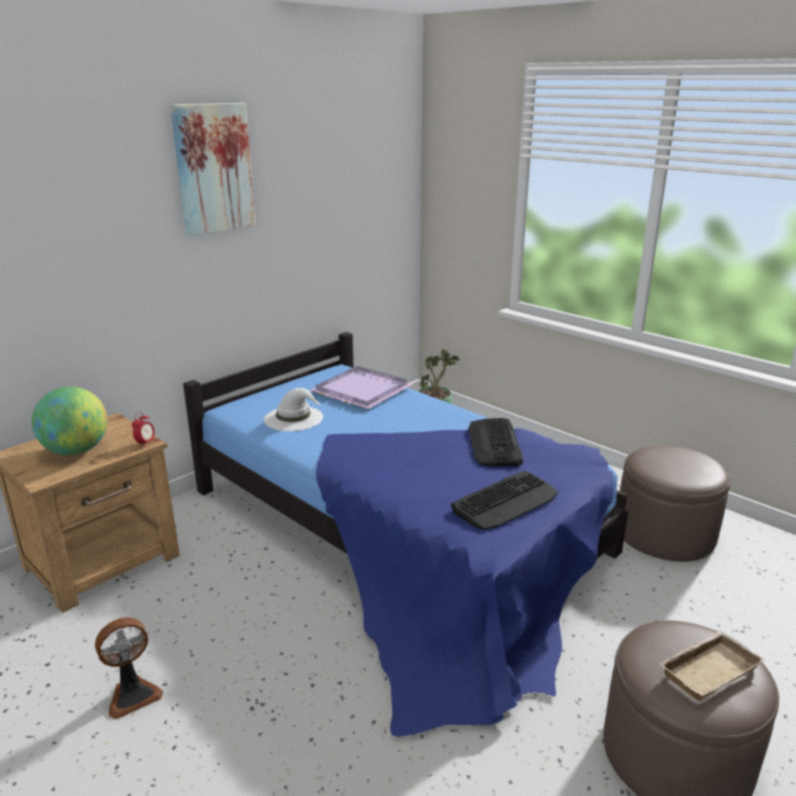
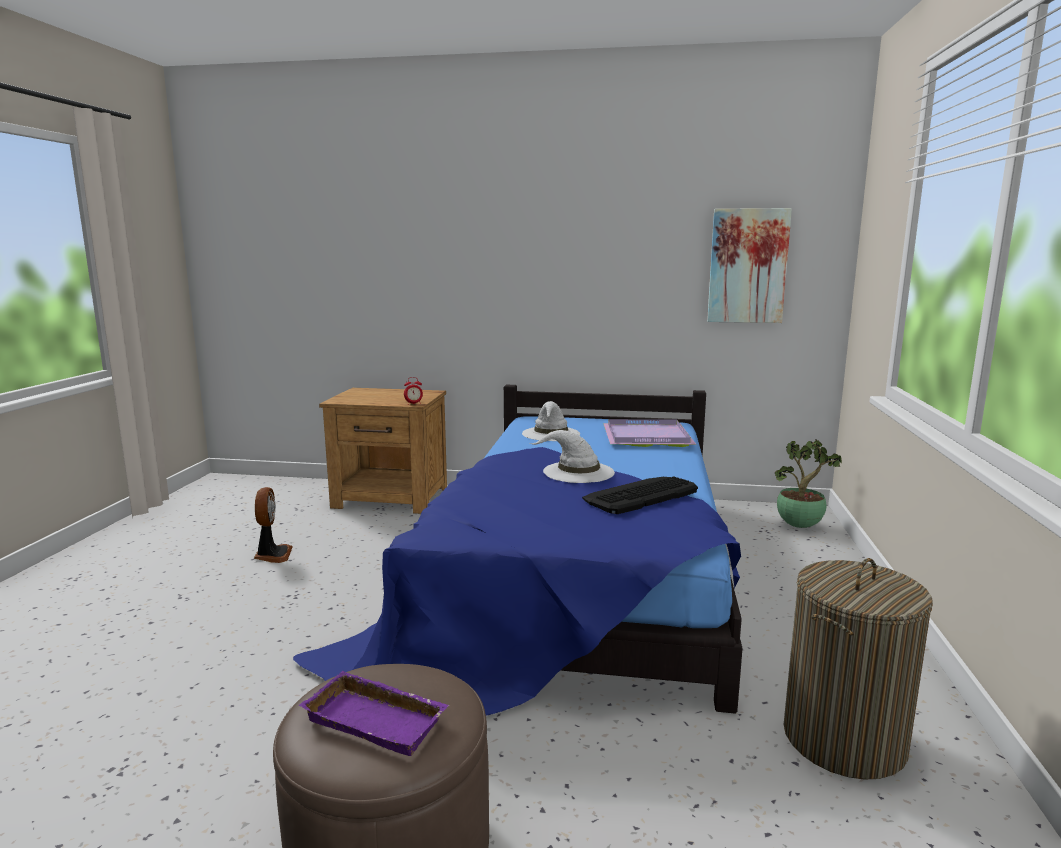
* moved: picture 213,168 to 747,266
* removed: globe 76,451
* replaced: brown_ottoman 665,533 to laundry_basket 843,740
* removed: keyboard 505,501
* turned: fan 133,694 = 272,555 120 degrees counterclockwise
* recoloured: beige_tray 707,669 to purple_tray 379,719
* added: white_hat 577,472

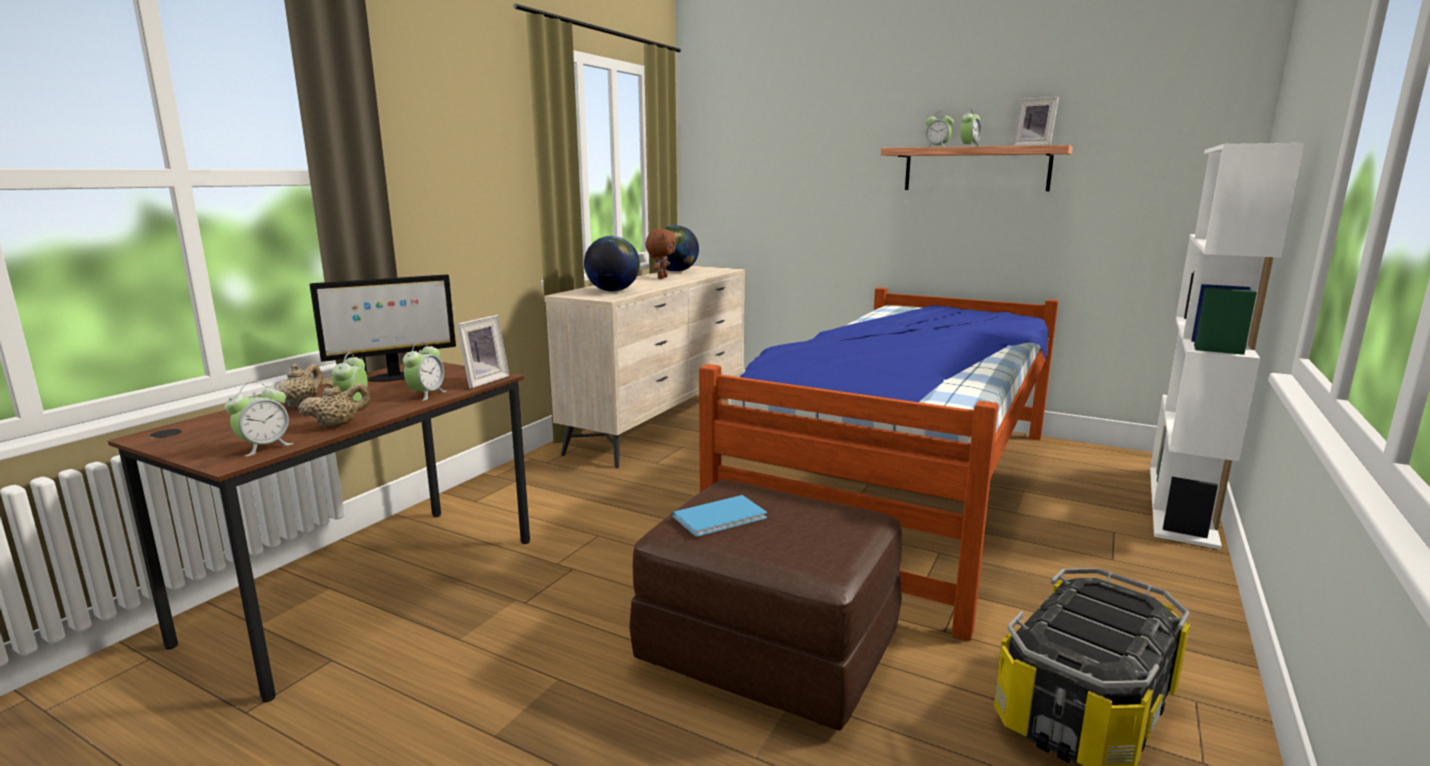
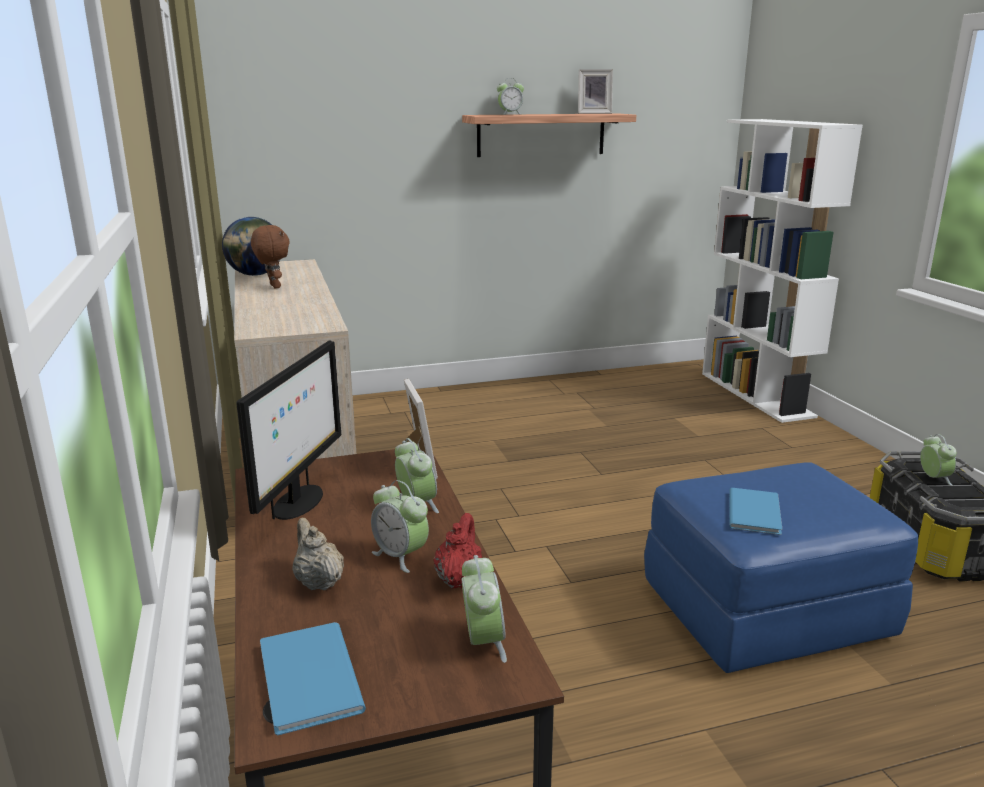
* moved: alarm_clock 969,146 to 933,478
* removed: globe 612,291
* removed: bed 901,488
* recoloured: beige_teapot 338,425 to red_teapot 459,579
* recoloured: brown_ottoman 771,648 to blue_ottoman 765,610
* added: blue_book 306,681

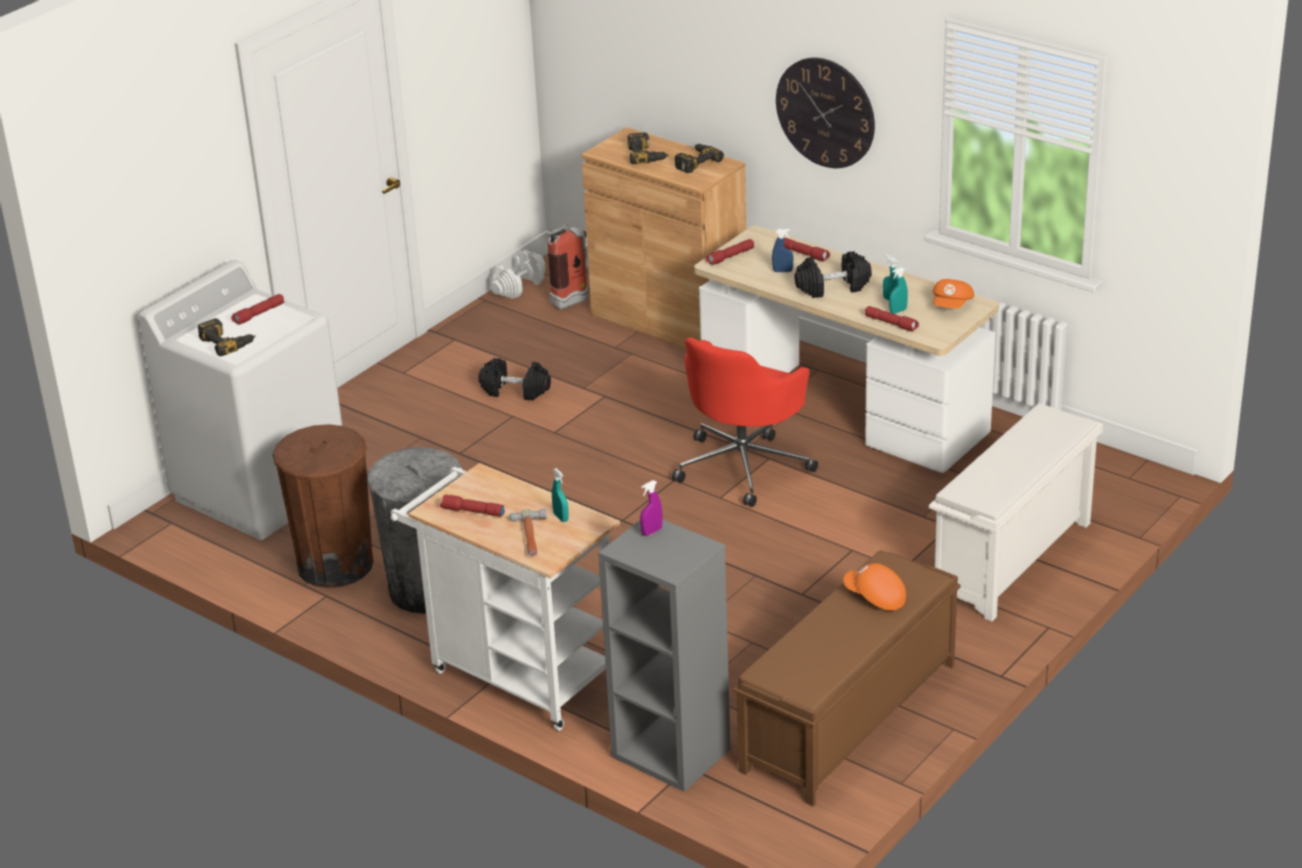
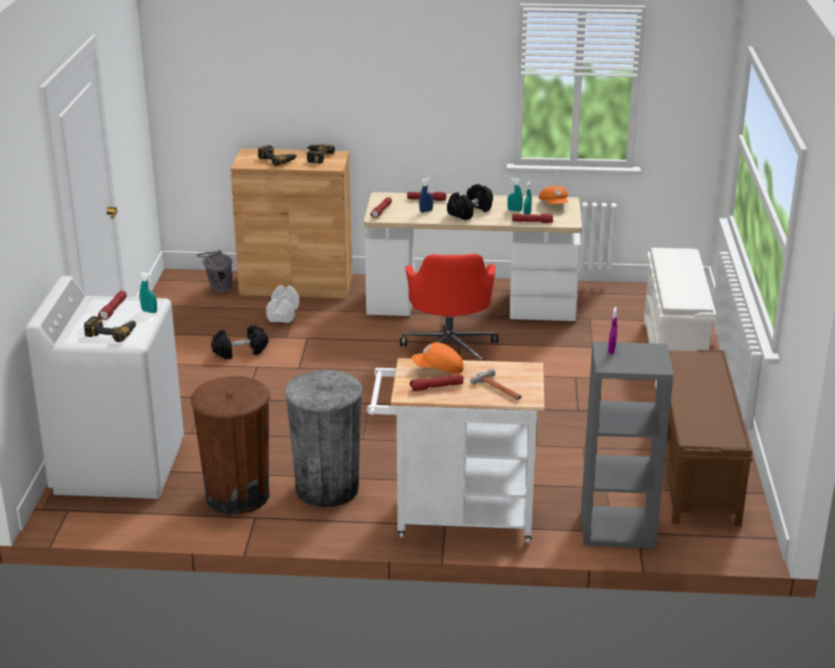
* removed: wall_clock 825,112
* replaced: fire_extinguisher 576,300 to grey_bucket 218,289
* moved: white_dumbbell 518,286 to 283,314
* moved: turquoise_spray_bottle 561,517 to 149,311
* moved: orange_cap 875,598 to 439,370

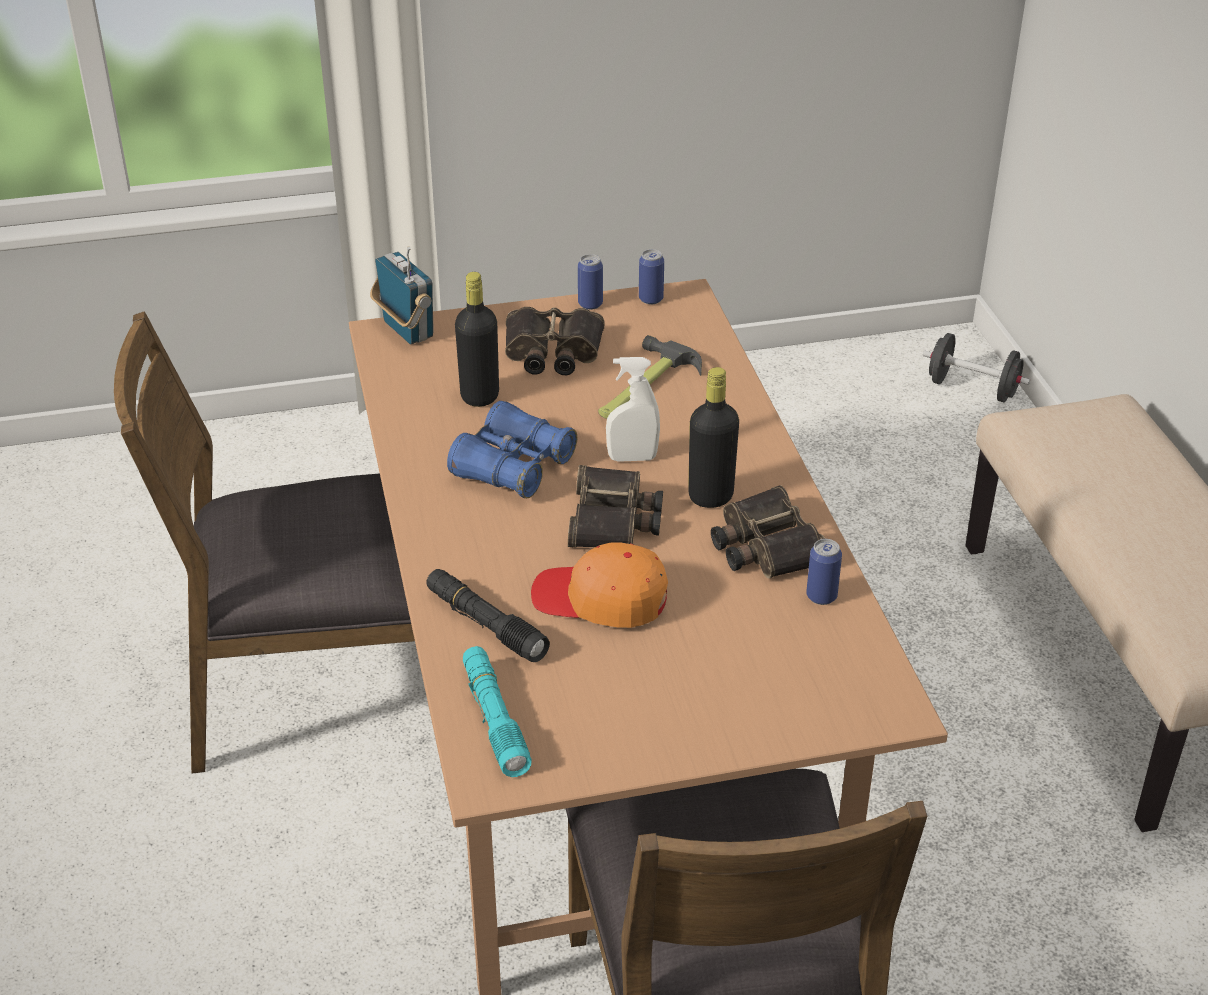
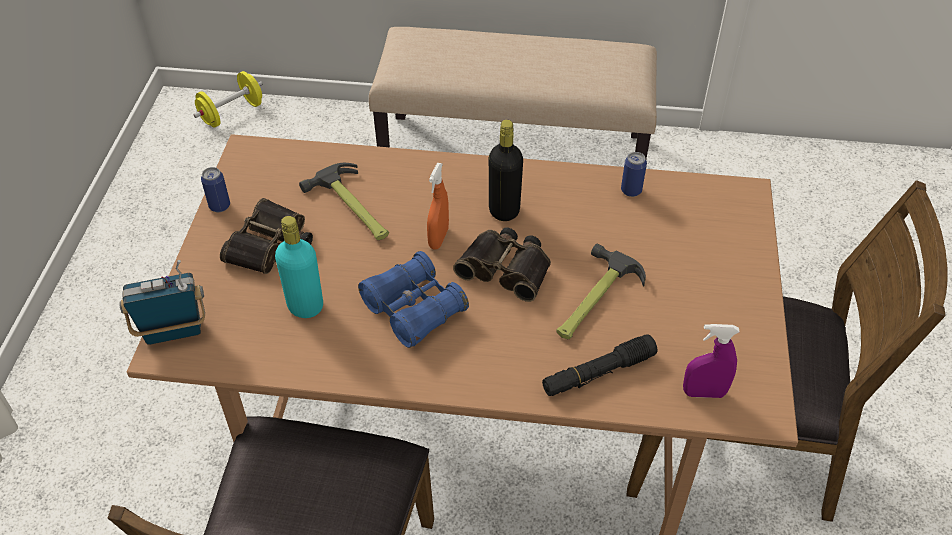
* removed: can 651,299
* recoloured: black_bottle 480,396 to turquoise_bottle 305,306
* recoloured: black_dumbbell 972,388 to yellow_dumbbell 232,113
* recoloured: white_spray_bottle 632,458 to orange_spray_bottle 438,238
* removed: binoculars 764,546
* replaced: orange_cap 601,599 to hammer 593,300
* replaced: turquoise_flashlight 495,719 to purple_spray_bottle 704,393

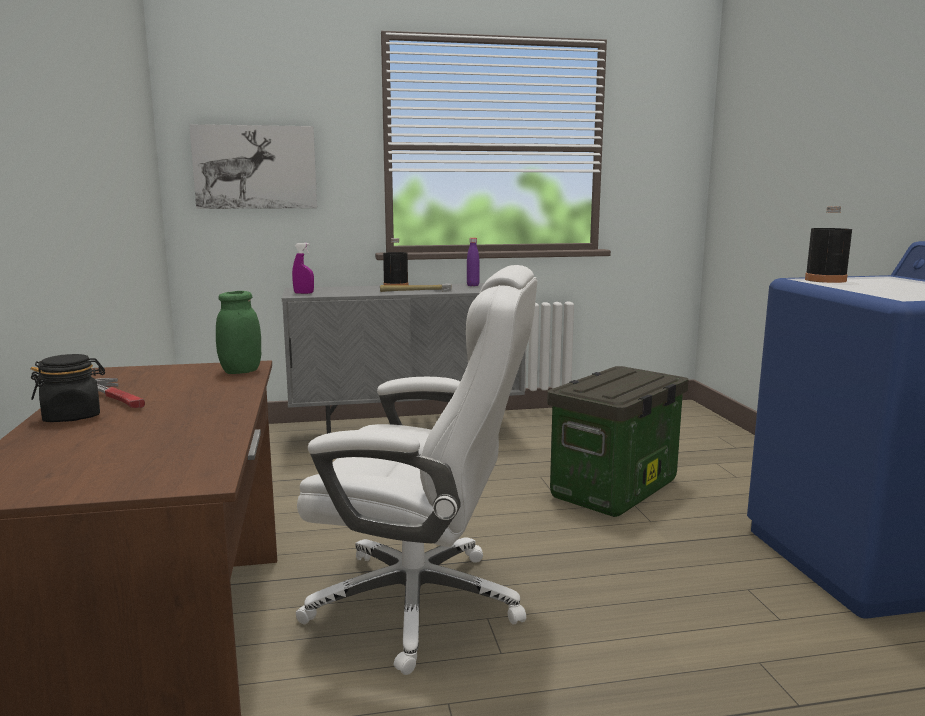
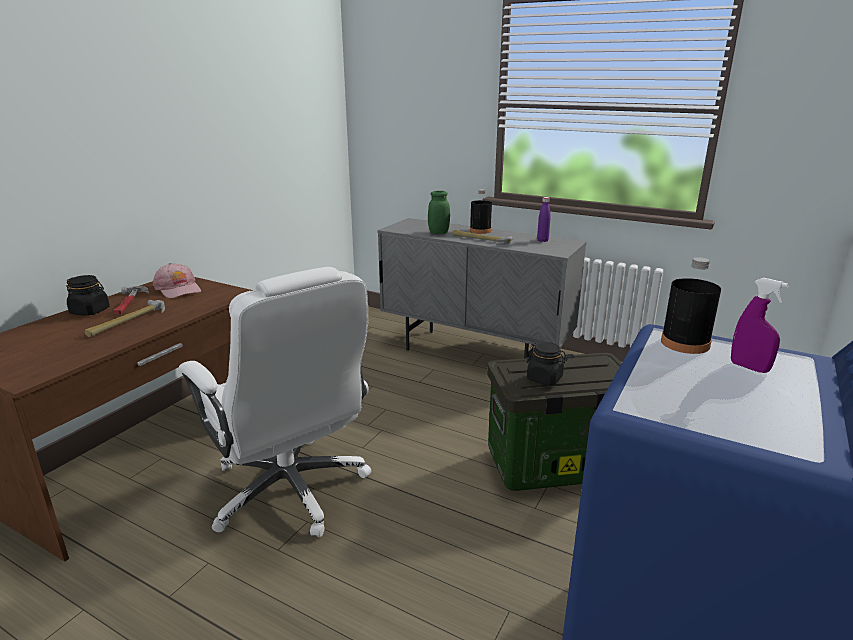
* removed: picture 255,167
* moved: purple_spray_bottle 303,293 to 749,367
* moved: green_jar 241,371 to 438,232
* added: pink_cap 178,289
* added: hammer 127,321
* added: black_jar 545,378

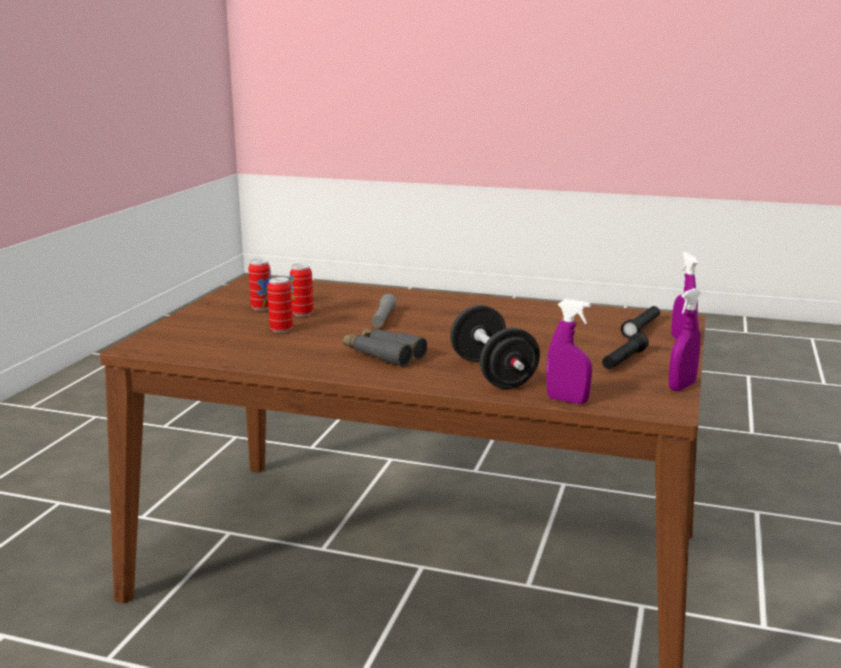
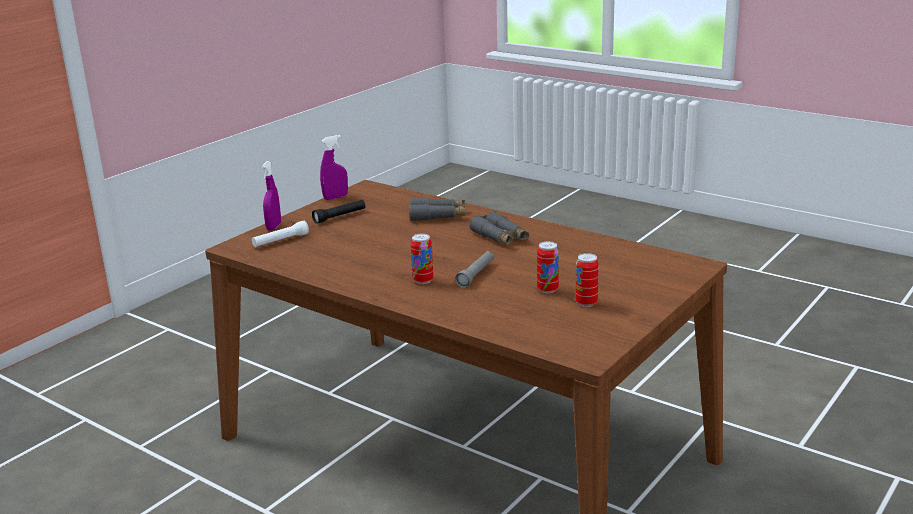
* moved: can 281,330 to 423,280
* removed: purple_spray_bottle 567,400
* replaced: black_dumbbell 492,373 to grey_binoculars 437,216
* recoloured: black_flashlight 641,328 to white_flashlight 280,241

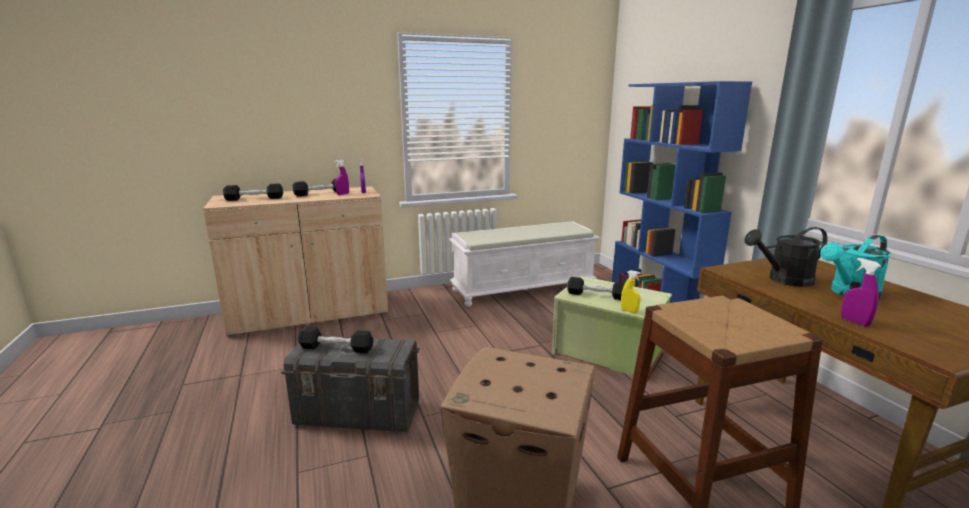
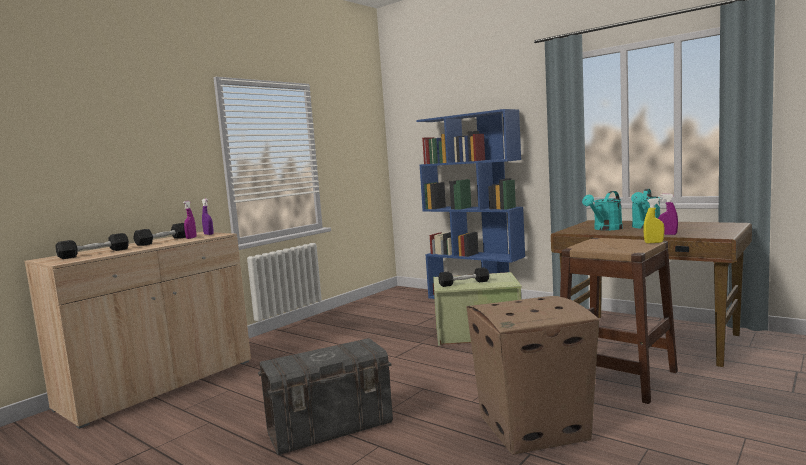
* removed: white_bench 523,288
* recoloured: black_watering_can 784,280 to turquoise_watering_can 605,229
* moved: yellow_spray_bottle 629,311 to 654,242
* removed: black_dumbbell 336,348

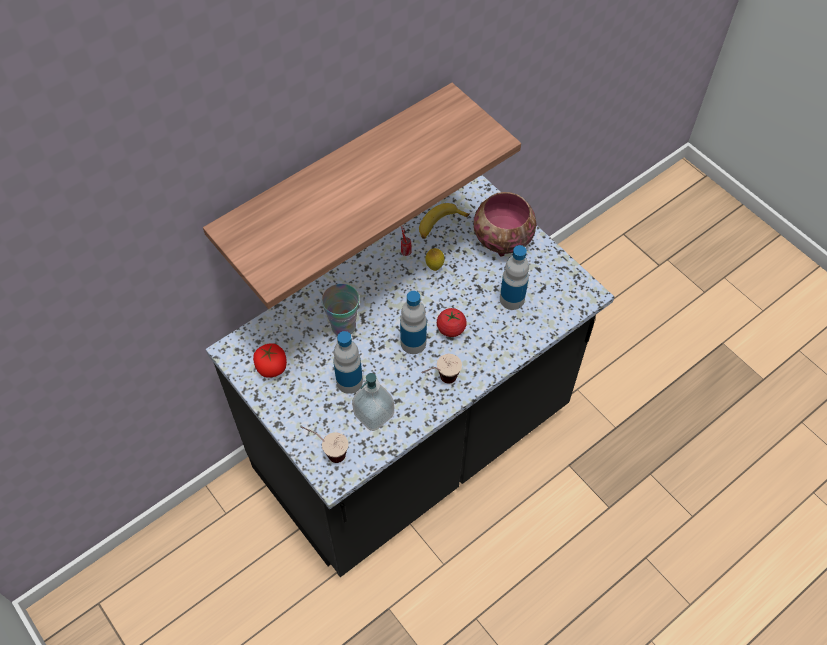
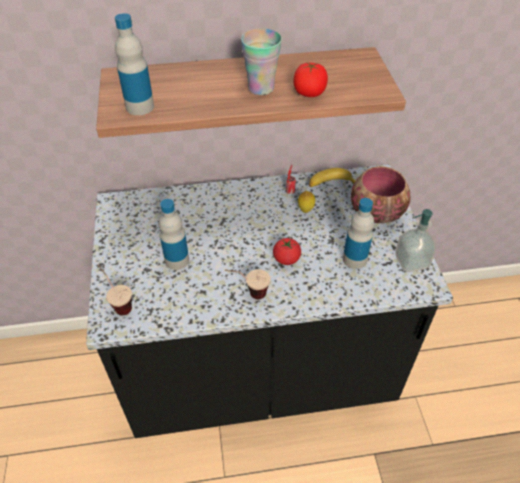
* moved: cup 343,326 to 261,88
* moved: bottle 413,343 to 140,107
* moved: tomato 272,367 to 309,93
* moved: soap_dispenser 374,414 to 411,261

